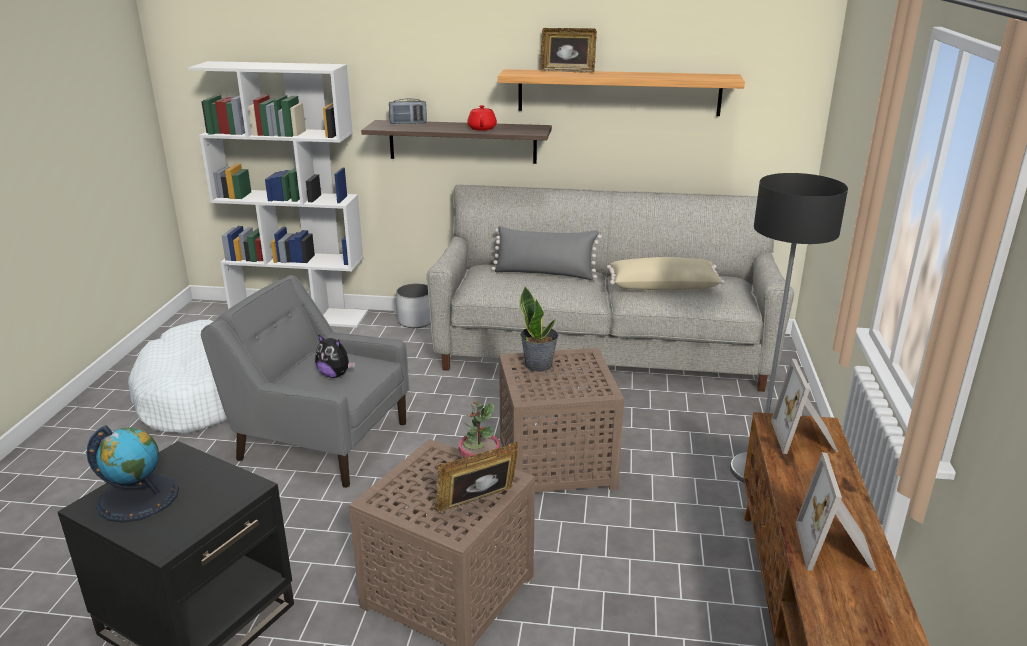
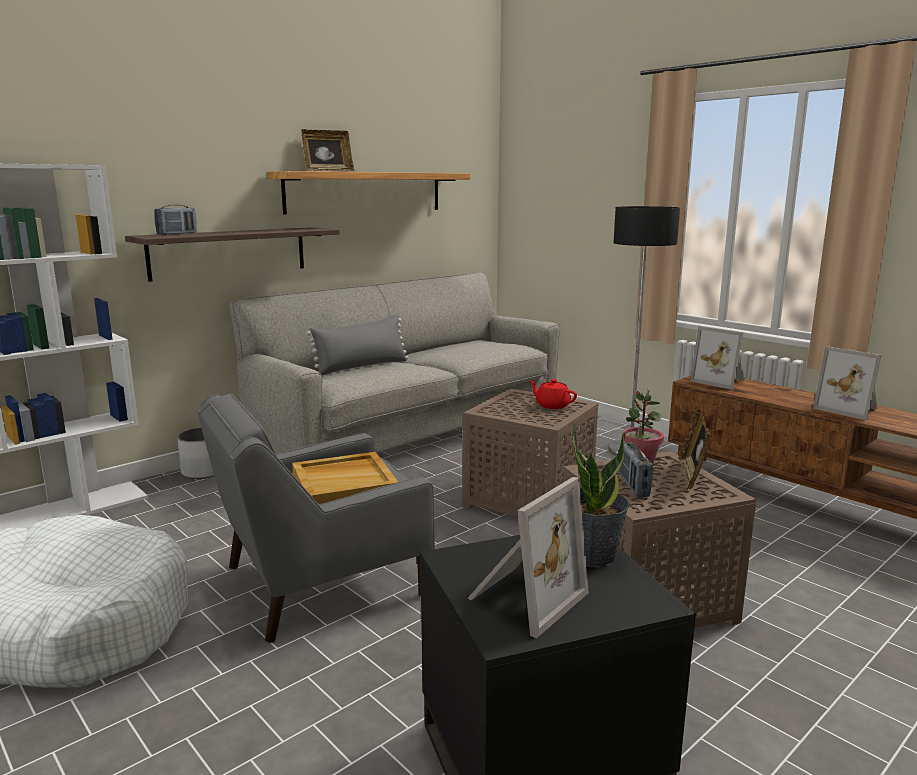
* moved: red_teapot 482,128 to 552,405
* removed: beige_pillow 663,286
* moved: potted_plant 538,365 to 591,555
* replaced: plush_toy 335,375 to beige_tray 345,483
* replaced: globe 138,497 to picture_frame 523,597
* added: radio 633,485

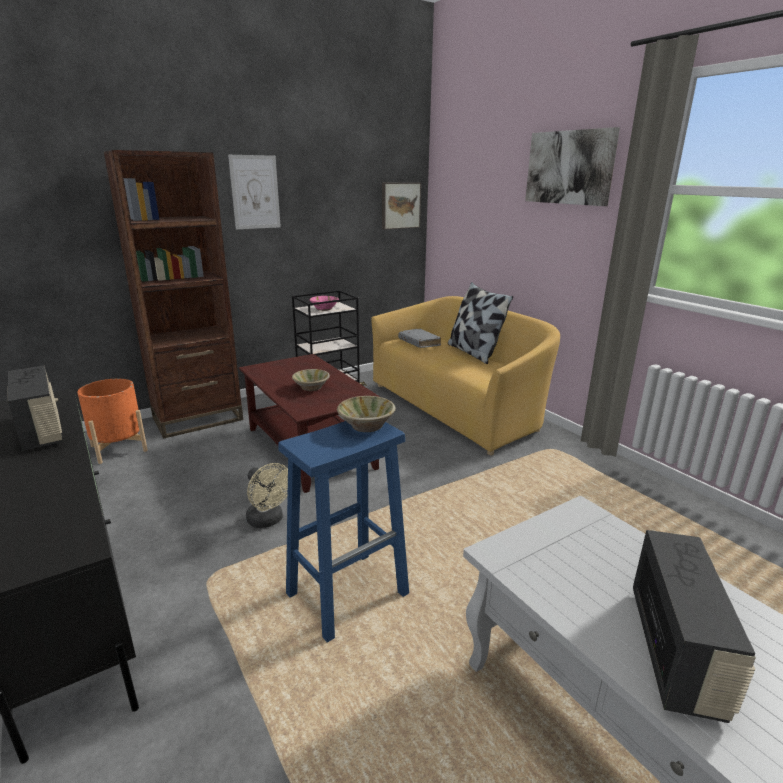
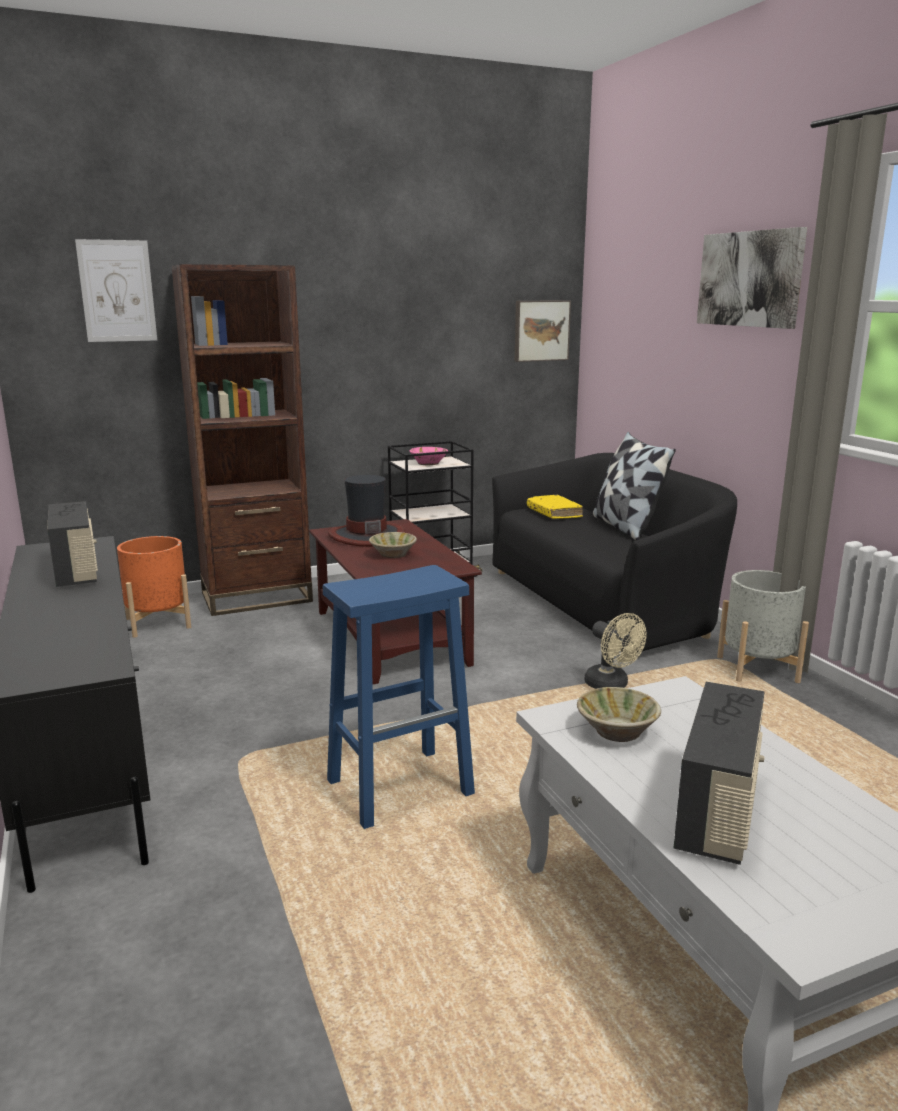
* moved: picture 255,192 to 117,291
* recoloured: yellow_sofa 458,406 to black_sofa 603,603
* recoloured: grey_book 419,343 to yellow_book 554,513
* moved: beige_bowl 366,425 to 616,730
* moved: beige_fan 268,520 to 611,685
* added: hat 366,535
* added: grey_planter 757,669

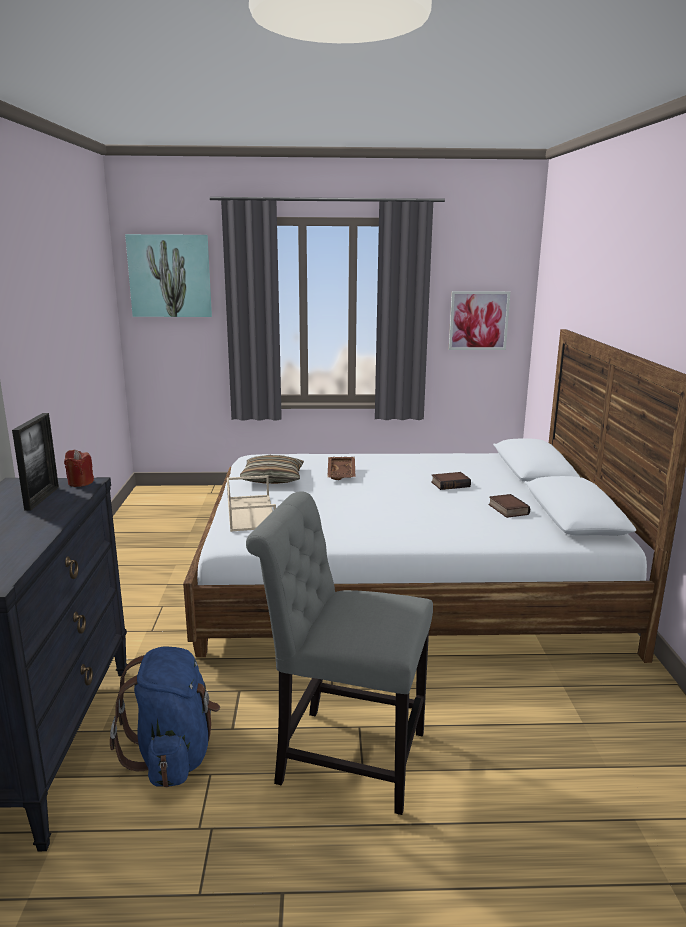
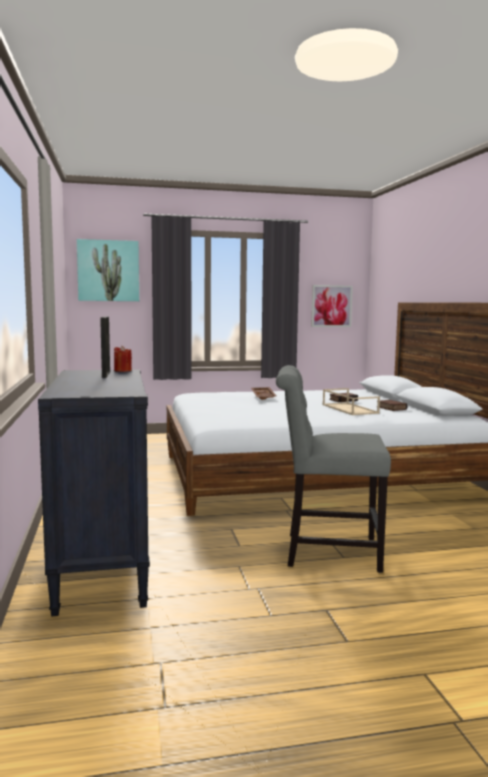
* removed: pillow 272,479
* moved: beige_tray 249,512 to 348,409
* removed: blue_backpack 173,755

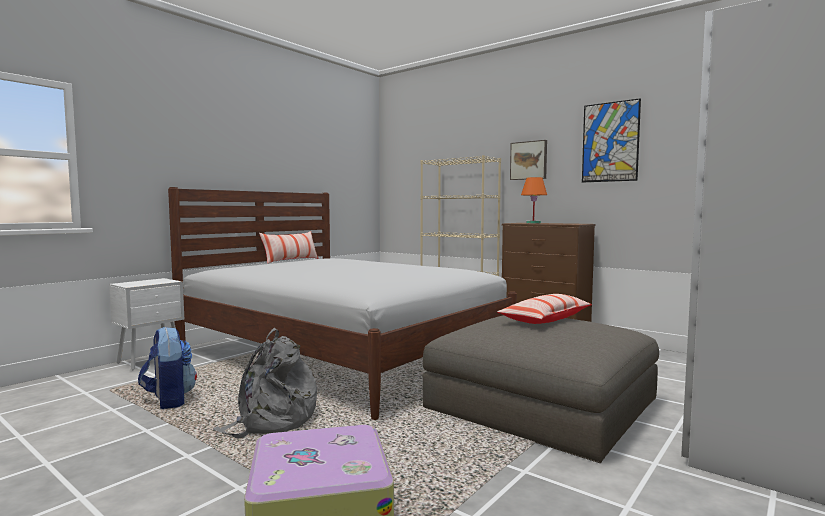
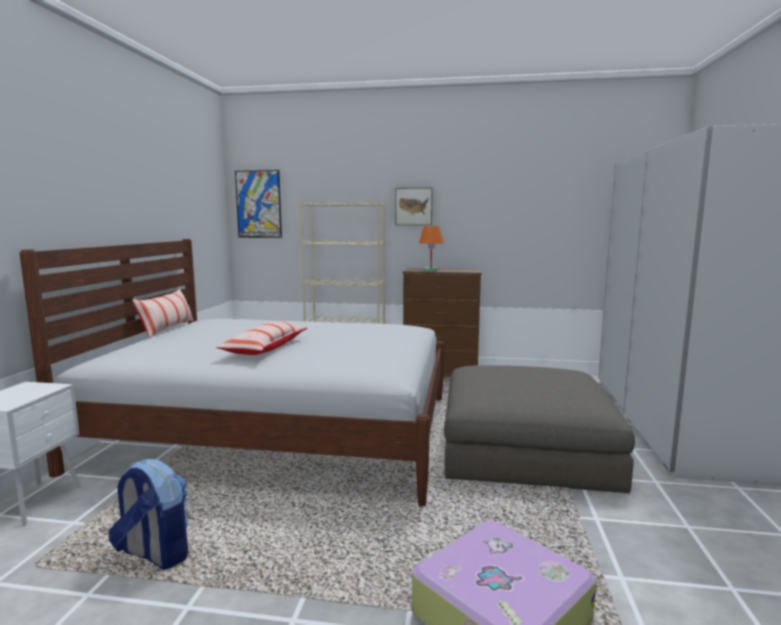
* moved: picture 610,142 to 258,204
* moved: pillow 546,319 to 265,348
* removed: grey_backpack 272,420

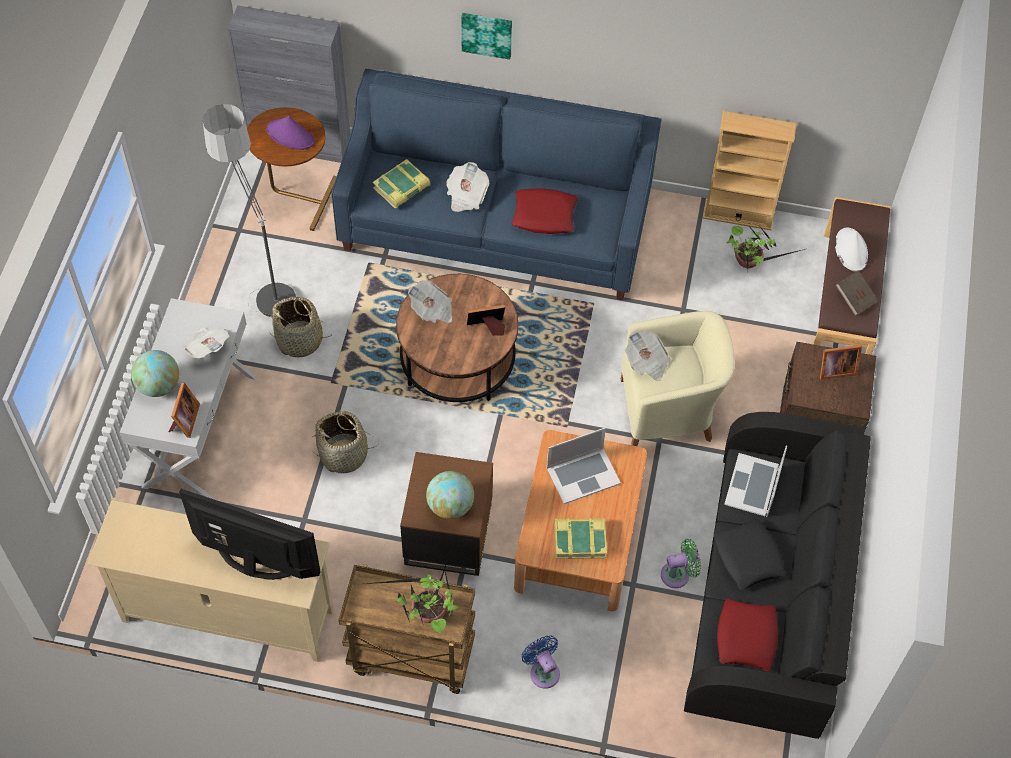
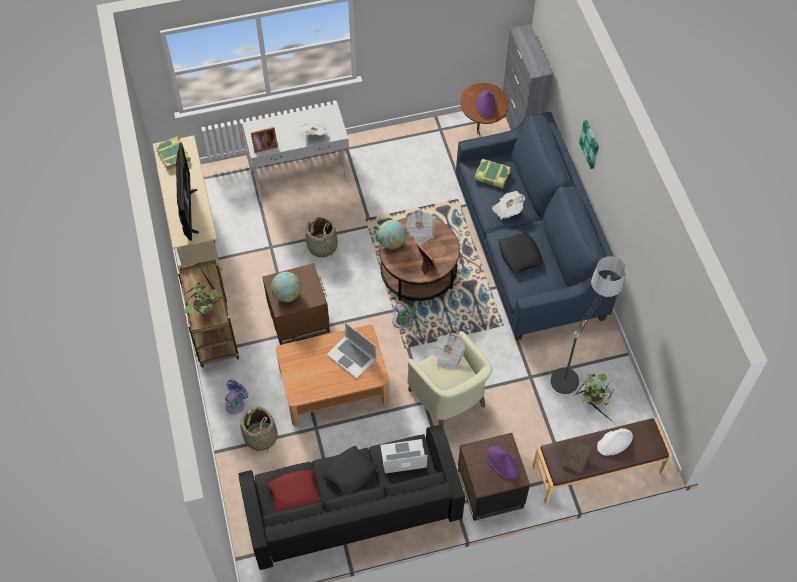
* moved: floor_lamp 262,279 to 575,364
* removed: beige_bookcase 738,215
* recoloured: red_pillow 544,215 to black_pillow 520,255
* moved: basket 300,340 to 260,437
* replaced: picture_frame 834,369 to purple_hat 503,463
* moved: globe 159,385 to 392,242
* moved: book 580,539 to 174,155
* moved: green_fan 678,574 to 402,322

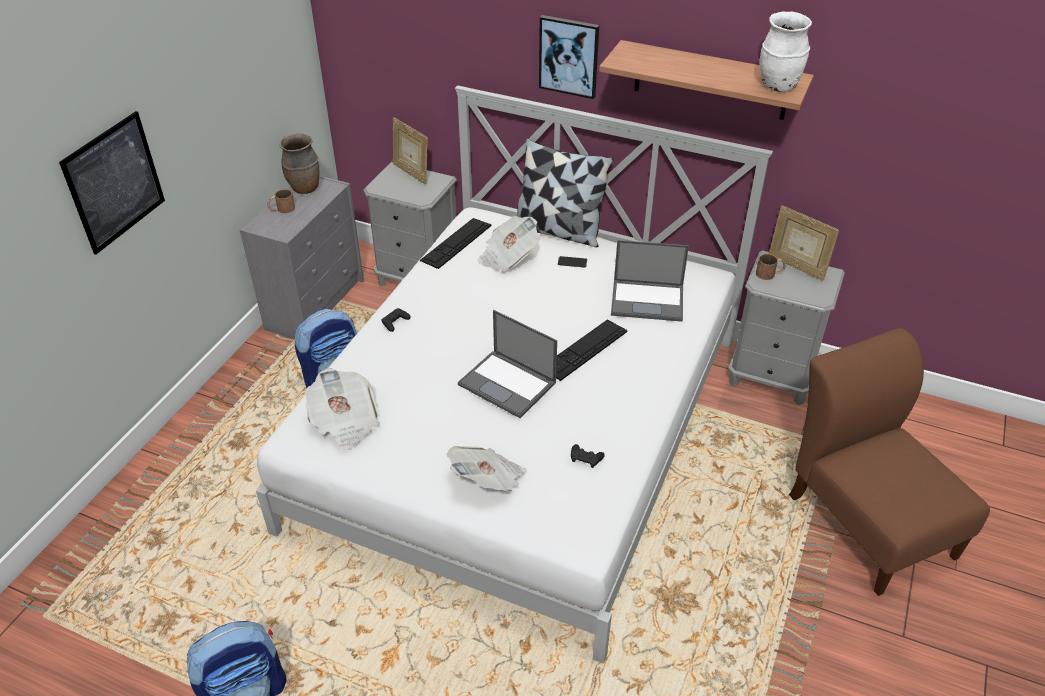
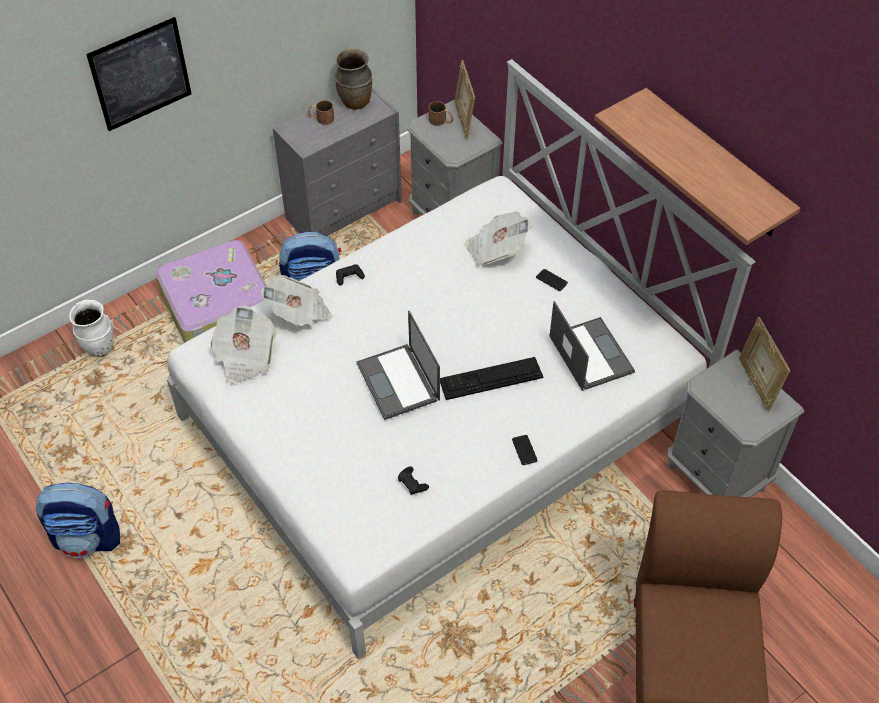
* moved: white_vase 778,86 to 99,348
* removed: picture 569,56
* removed: pillow 558,231
* removed: keyboard 456,243
* turned: laptop 648,300 = 590,353 150 degrees counterclockwise
* moved: brown_mug 769,274 to 441,121
* moved: newspaper 488,480 to 299,313
* added: suitcase 219,306
* added: phone 524,450

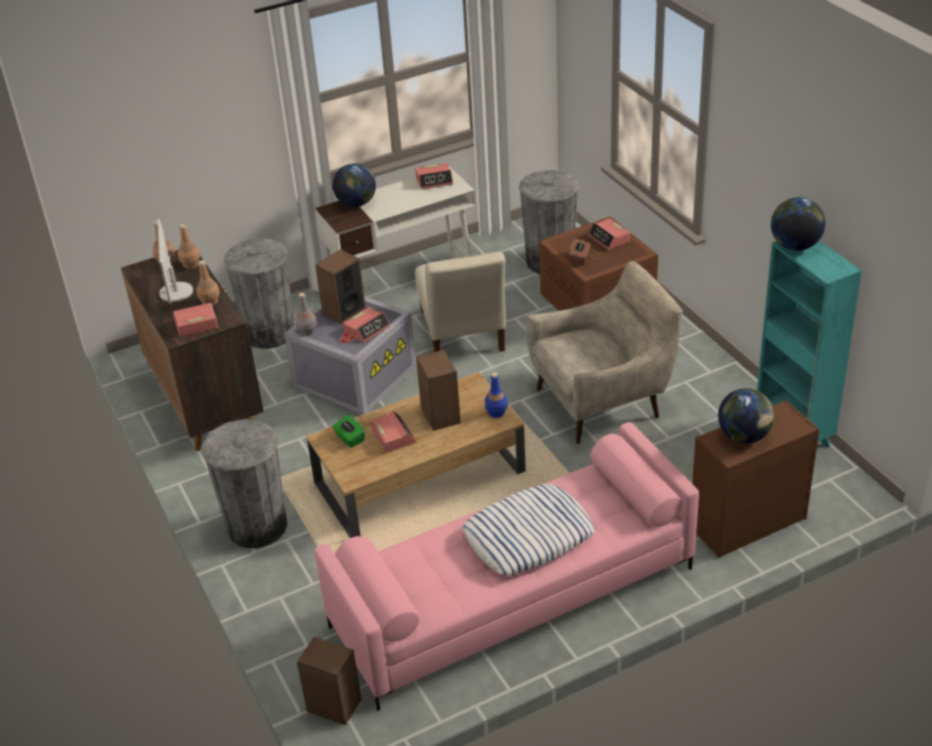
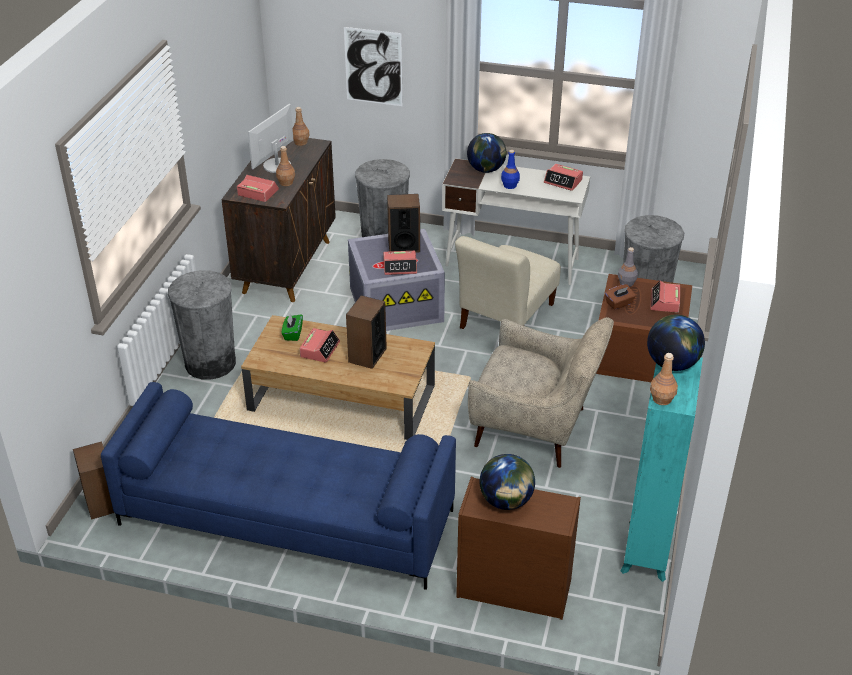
* moved: brown_bottle 190,264 to 661,399
* moved: grey_bottle 307,331 to 626,283
* moved: blue_bottle 496,413 to 510,185
* recoloured: pink_sofa 512,599 to blue_sofa 285,518
* removed: pillow 528,537
* added: picture 373,67

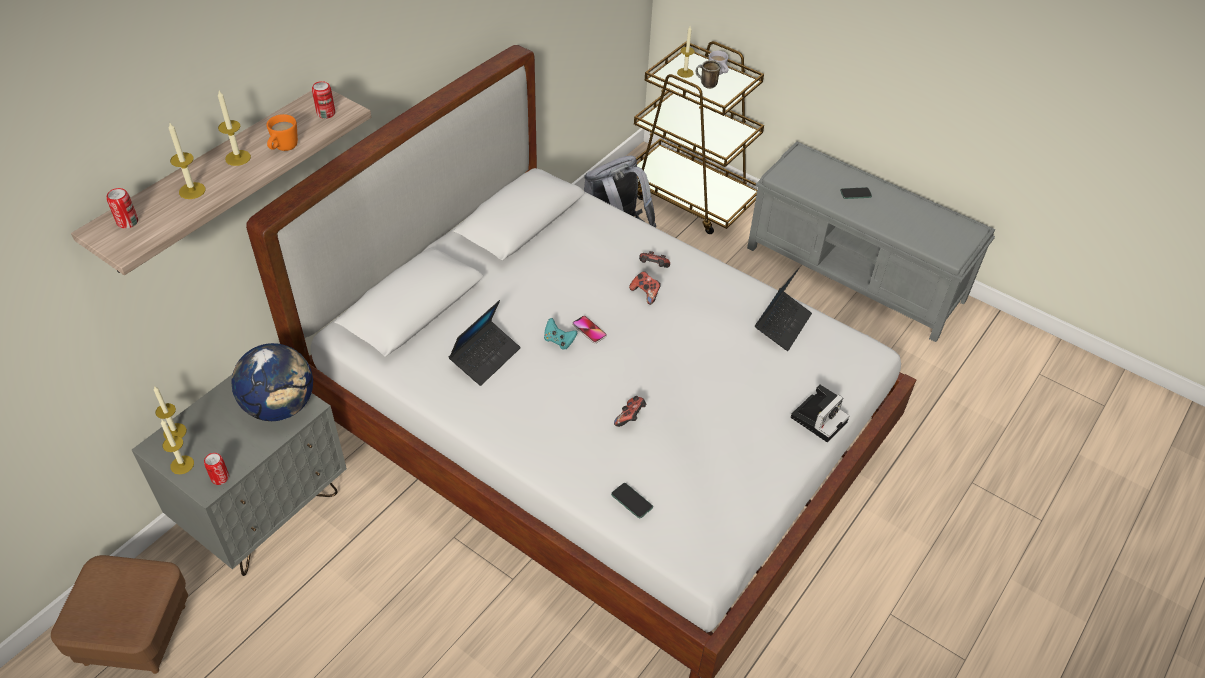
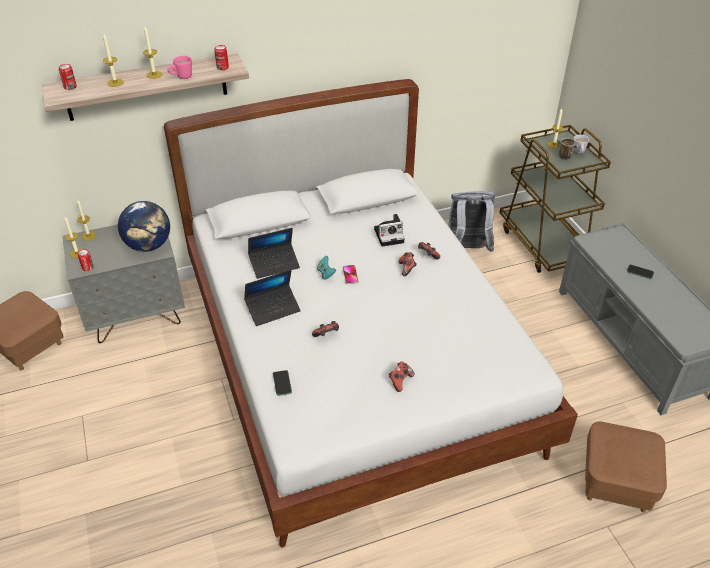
* recoloured: orange_mug 283,148 to pink_mug 181,77
* moved: laptop 782,324 to 273,309
* moved: photo_camera 819,418 to 390,235
* added: game_controller 400,381
* added: brown_ottoman 616,482

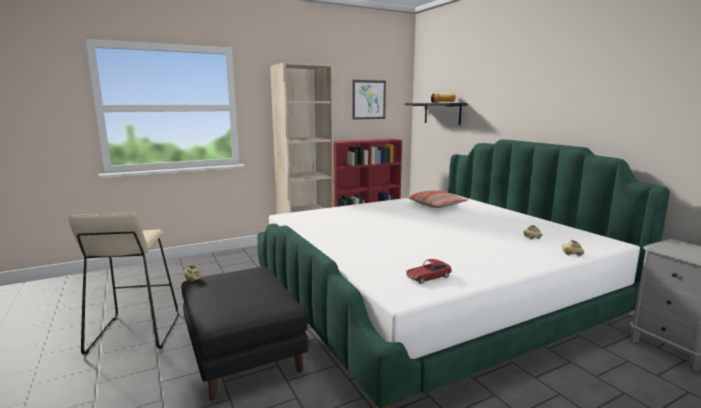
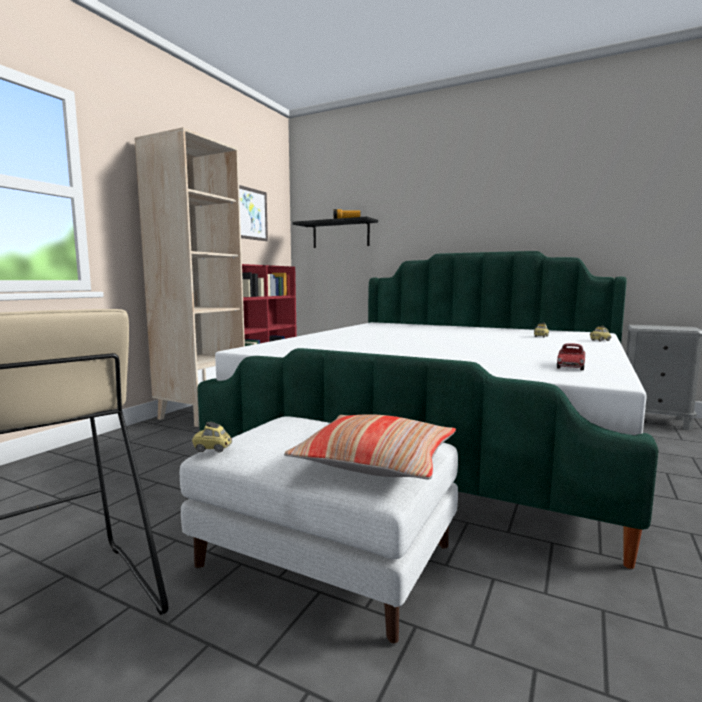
* moved: pillow 435,205 to 376,461
* recoloured: black_ottoman 244,352 to white_ottoman 328,557

